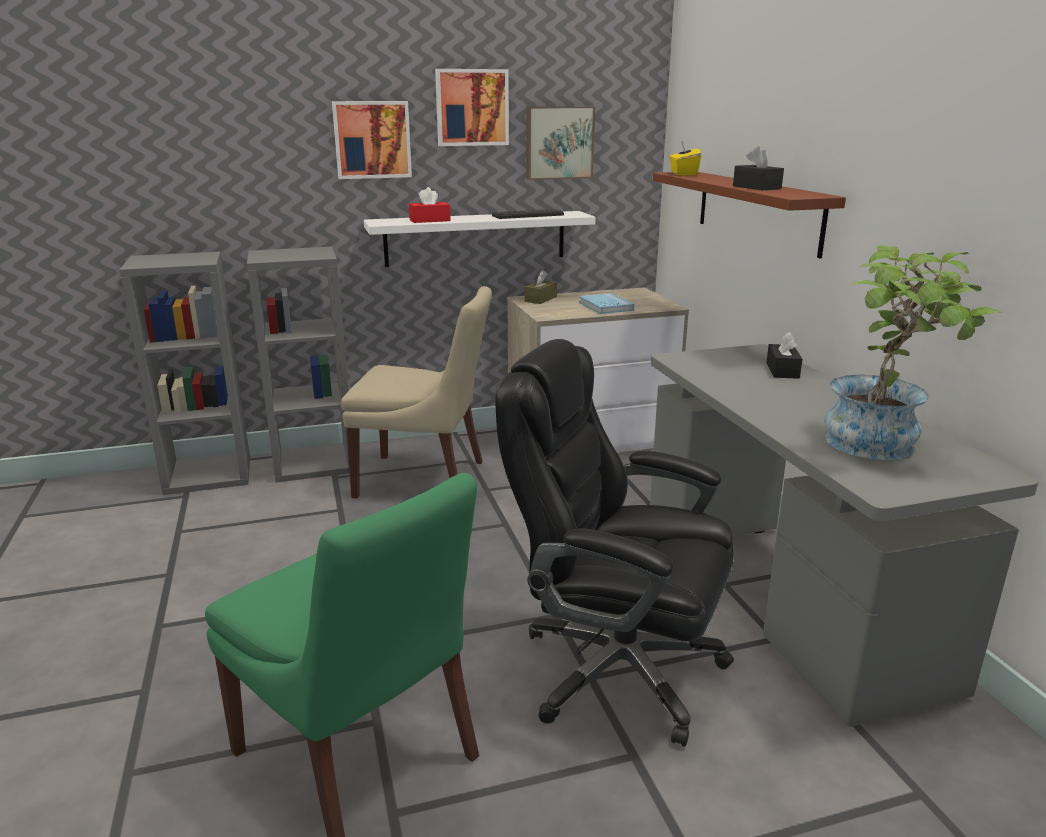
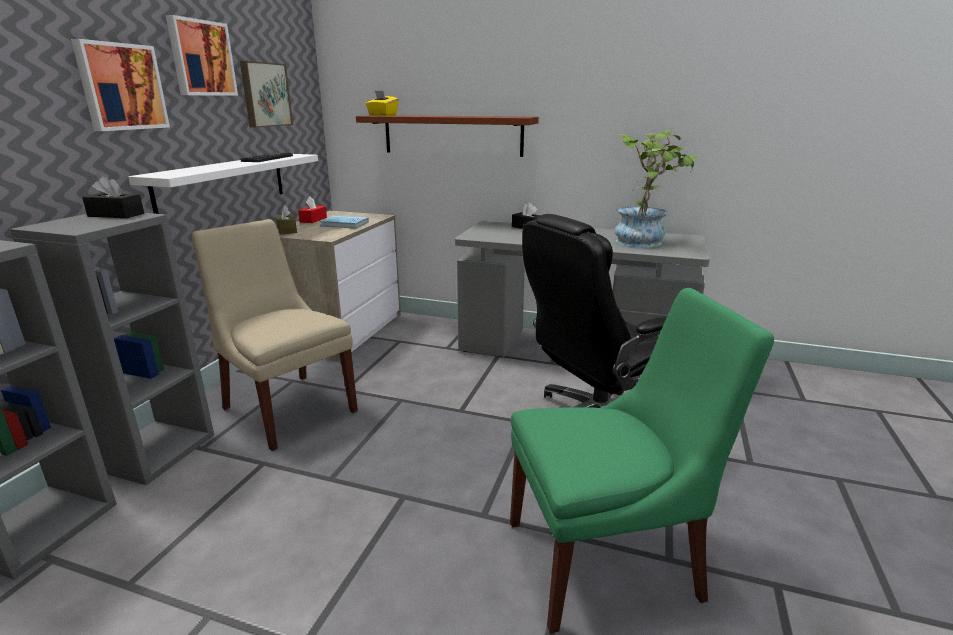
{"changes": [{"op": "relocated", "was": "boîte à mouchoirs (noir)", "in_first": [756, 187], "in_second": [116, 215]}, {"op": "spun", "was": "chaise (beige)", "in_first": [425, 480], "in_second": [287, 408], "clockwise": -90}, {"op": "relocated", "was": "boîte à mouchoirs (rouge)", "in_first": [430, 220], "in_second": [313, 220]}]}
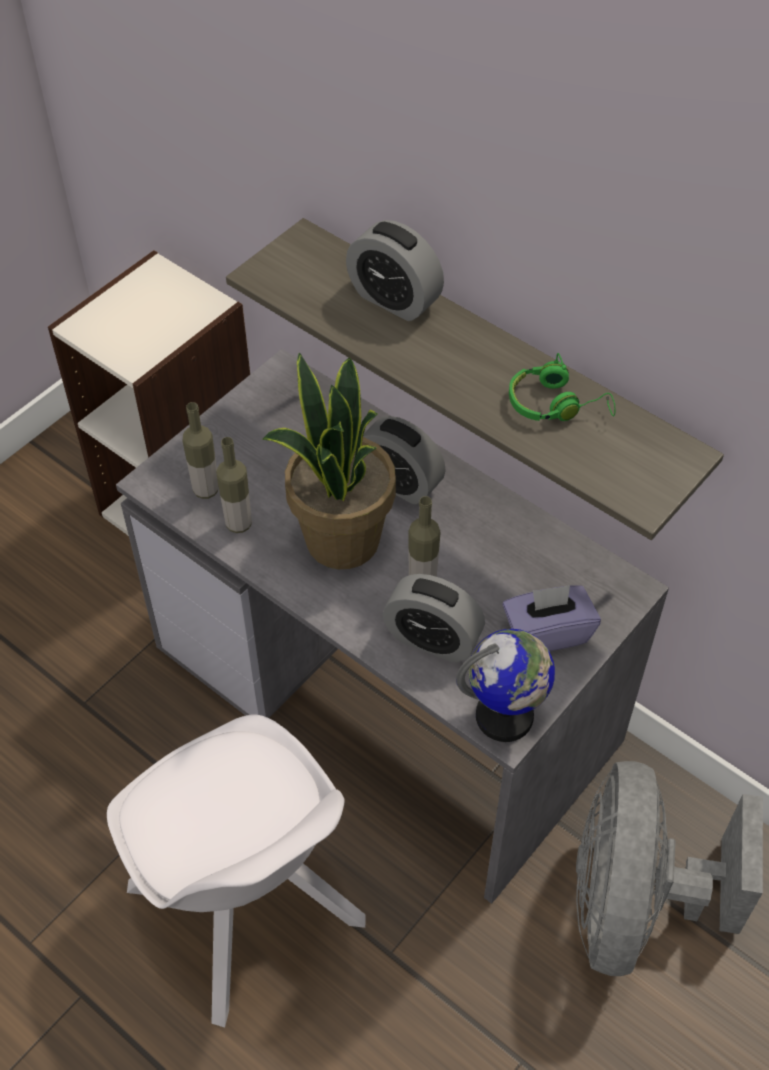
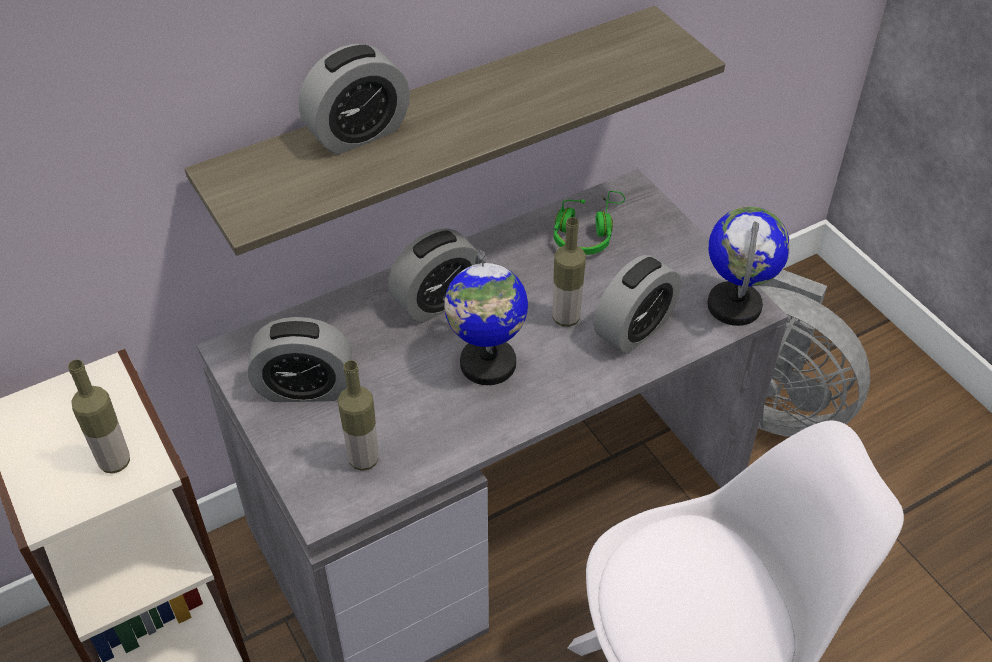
{"changes": [{"op": "relocated", "was": "bouteille", "in_first": [238, 524], "in_second": [115, 462]}, {"op": "appeared", "now": "réveil", "in_second": [305, 388]}, {"op": "exchanged", "was": "plante en pot", "now": "globe", "in_first": [340, 539], "in_second": [487, 364]}, {"op": "relocated", "was": "casque audio (vert)", "in_first": [556, 404], "in_second": [587, 232]}, {"op": "missing", "was": "boîte à mouchoirs (violet)", "in_first": [547, 632]}]}
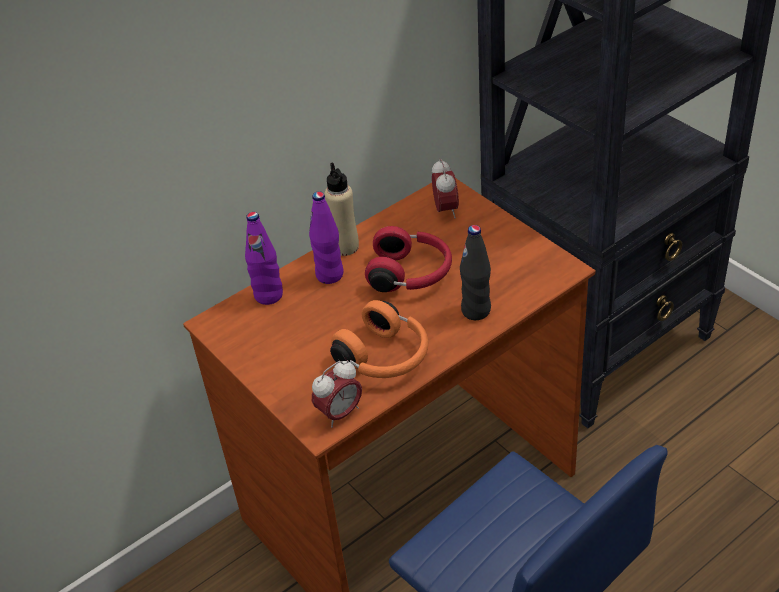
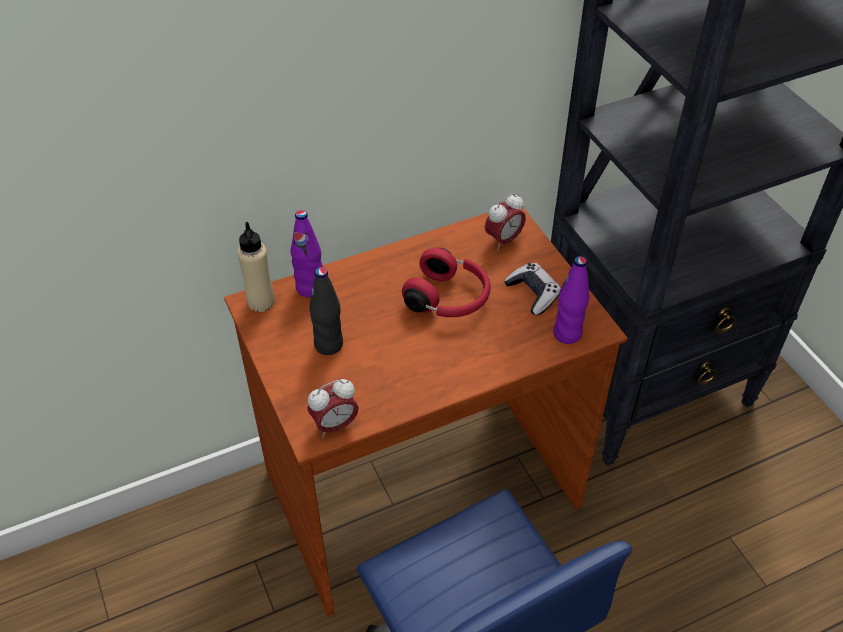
{"changes": [{"op": "relocated", "was": "bouteille (beige)", "in_first": [345, 247], "in_second": [261, 302]}, {"op": "relocated", "was": "bouteille (noir)", "in_first": [476, 310], "in_second": [329, 345]}, {"op": "spun", "was": "réveil", "in_first": [445, 210], "in_second": [503, 240], "clockwise": 45}, {"op": "appeared", "now": "manette", "in_second": [533, 294]}, {"op": "relocated", "was": "bouteille (violet)", "in_first": [330, 275], "in_second": [567, 334]}, {"op": "missing", "was": "casque audio (orange)", "in_first": [385, 358]}]}
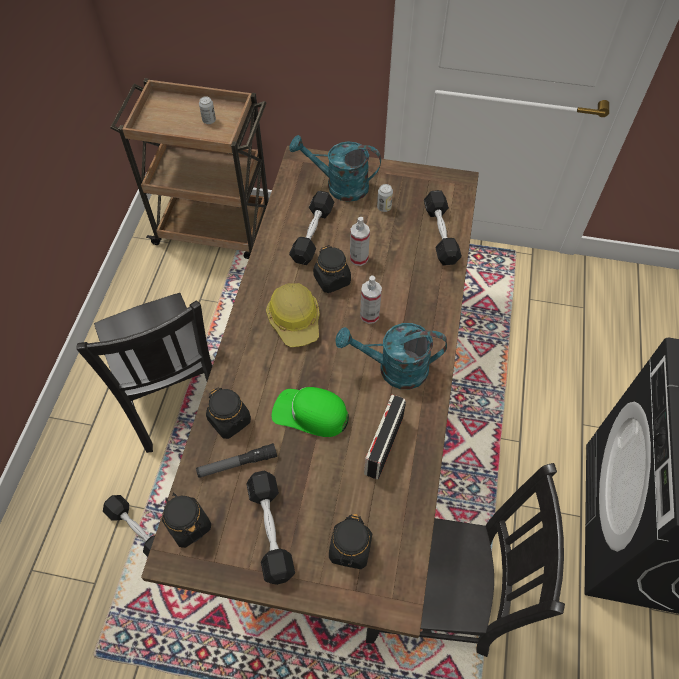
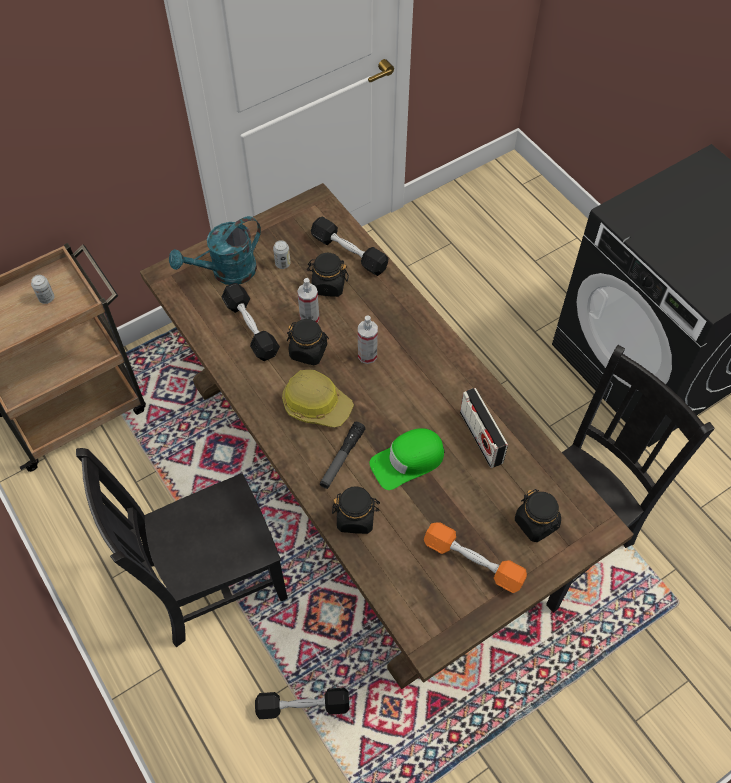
{"changes": [{"op": "spun", "was": "chaise (noir)", "in_first": [173, 398], "in_second": [210, 581], "clockwise": 135}, {"op": "relocated", "was": "bocal (noir)", "in_first": [188, 525], "in_second": [328, 285]}, {"op": "relocated", "was": "lampe de poche", "in_first": [237, 464], "in_second": [342, 458]}, {"op": "colour", "was": "haltère (noir)", "now": "haltère (orange)", "in_first": [271, 530], "in_second": [473, 562]}, {"op": "missing", "was": "arrosoir (turquoise)", "in_first": [394, 369]}]}
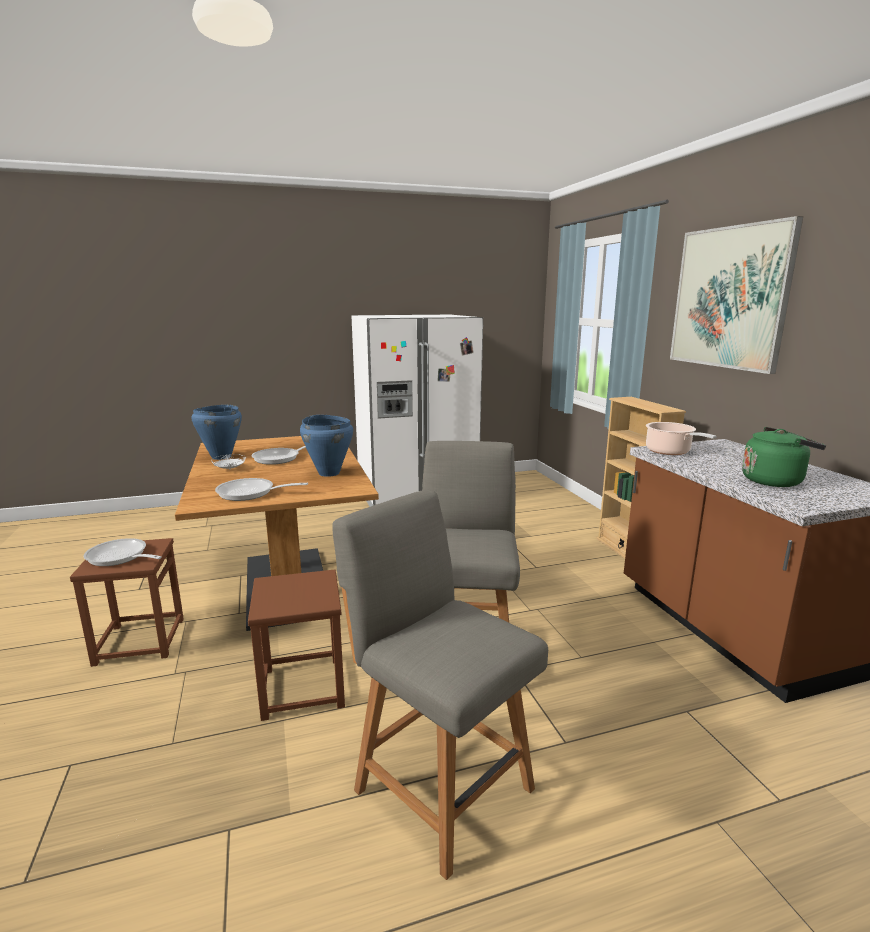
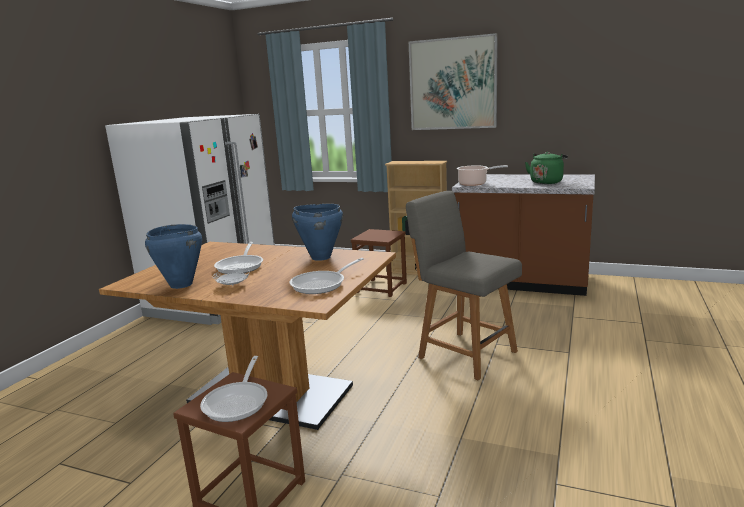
{"changes": [{"op": "spun", "was": "poêle", "in_first": [120, 557], "in_second": [238, 402], "clockwise": -60}, {"op": "relocated", "was": "tabouret (marron)", "in_first": [302, 688], "in_second": [381, 288]}, {"op": "missing", "was": "chaise (gris)", "in_first": [439, 785]}]}
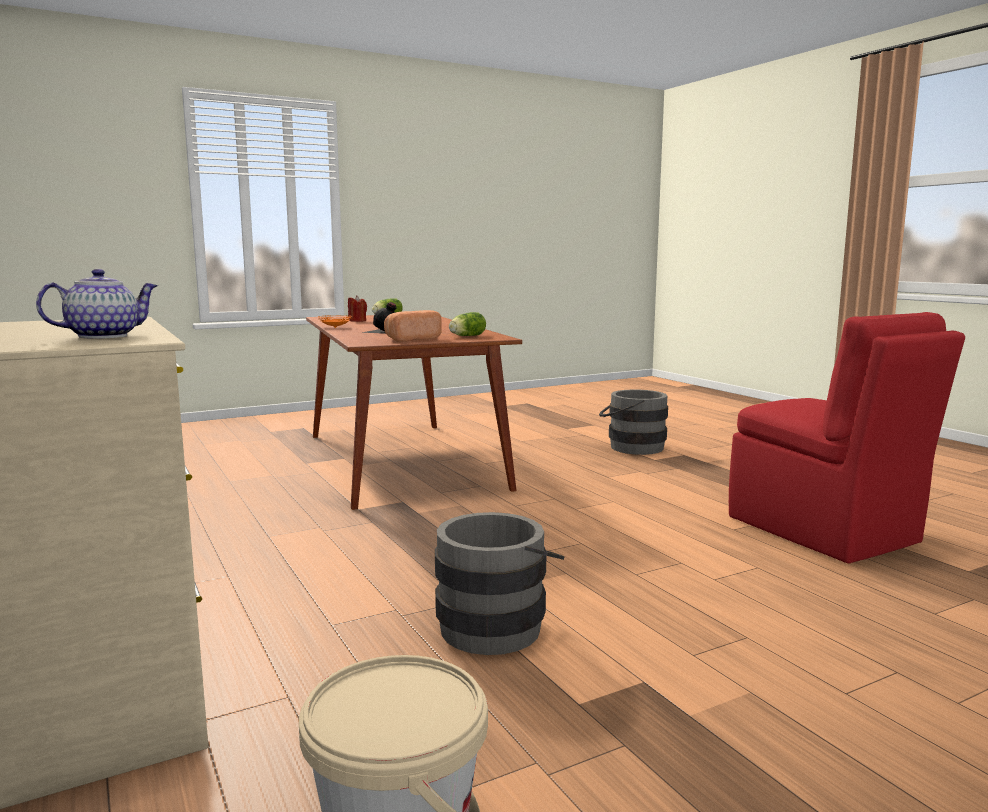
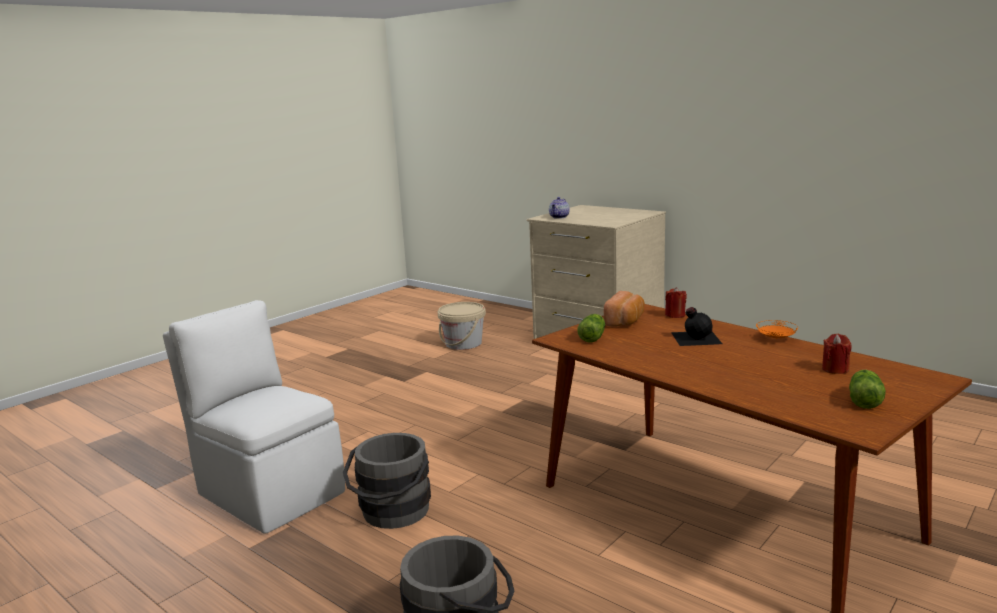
{"changes": [{"op": "colour", "was": "chaise (rouge)", "now": "chaise (blanc)", "in_first": [825, 531], "in_second": [269, 492]}, {"op": "relocated", "was": "seau (gris)", "in_first": [496, 625], "in_second": [393, 514]}, {"op": "appeared", "now": "bougie (rouge)", "in_second": [675, 315]}]}
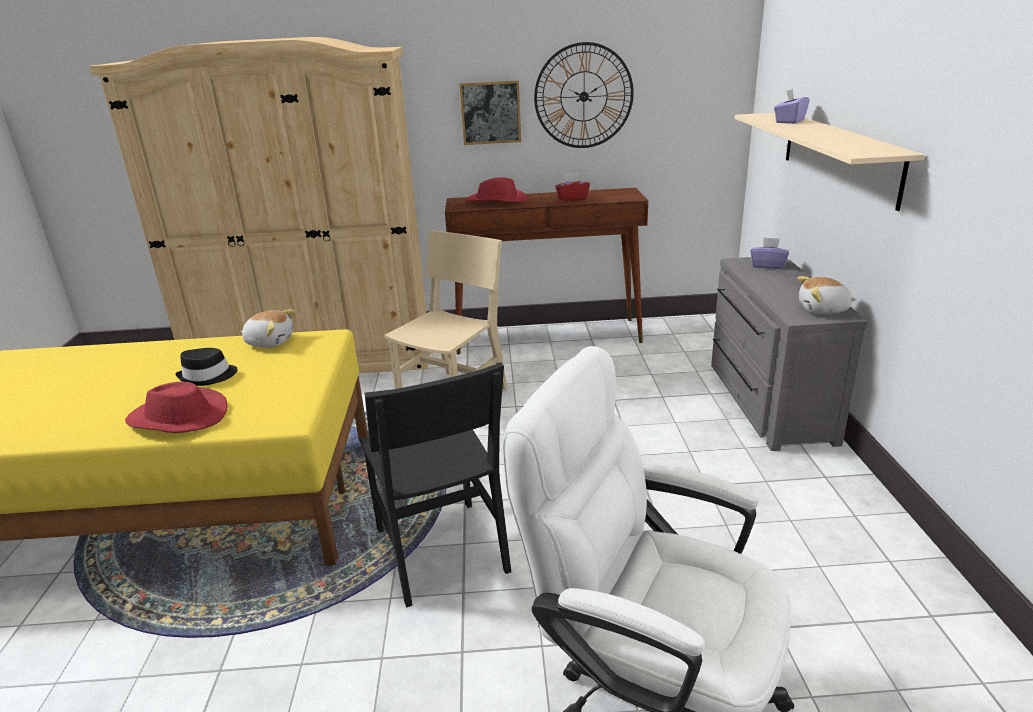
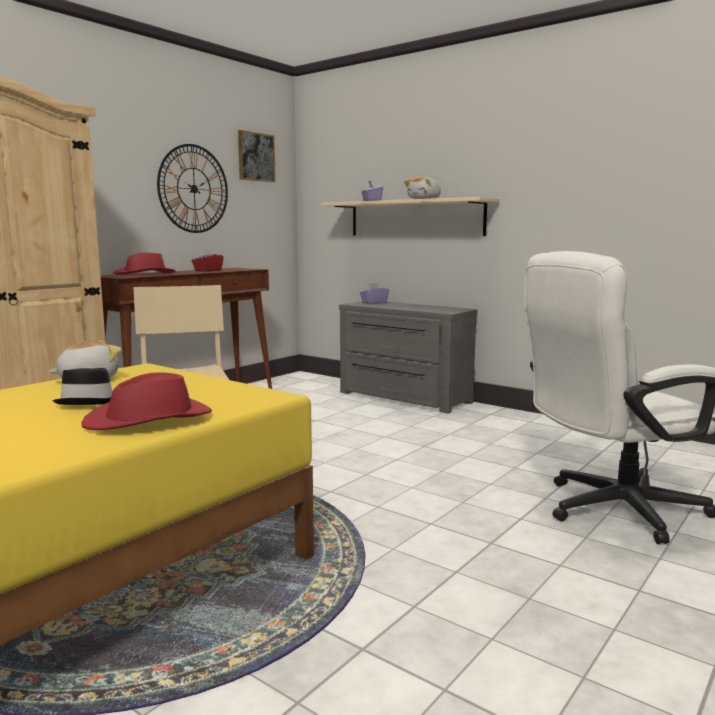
{"changes": [{"op": "relocated", "was": "tableau", "in_first": [490, 112], "in_second": [256, 157]}, {"op": "relocated", "was": "peluche", "in_first": [823, 310], "in_second": [425, 199]}, {"op": "missing", "was": "chaise (noir)", "in_first": [440, 550]}]}
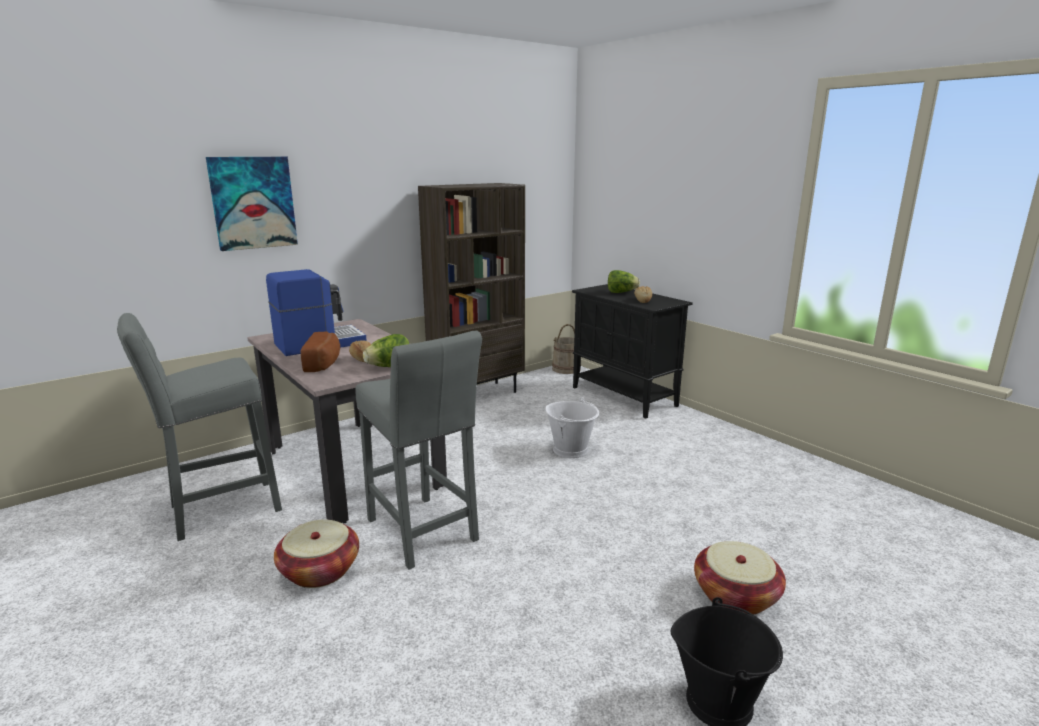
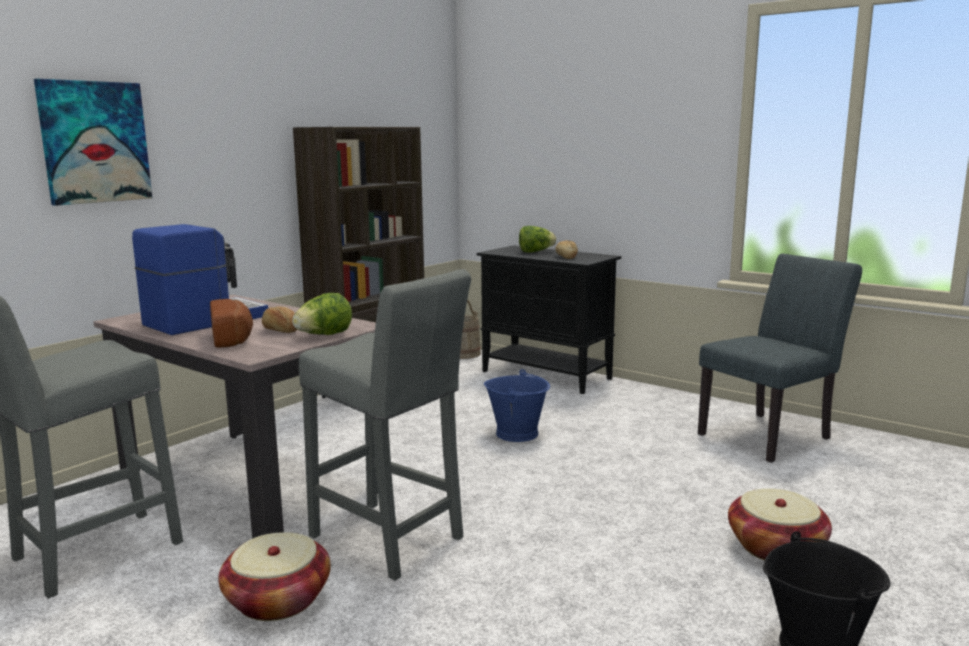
{"changes": [{"op": "colour", "was": "seau (blanc)", "now": "seau (bleu)", "in_first": [571, 450], "in_second": [517, 433]}, {"op": "appeared", "now": "chaise (gris)", "in_second": [771, 434]}]}
